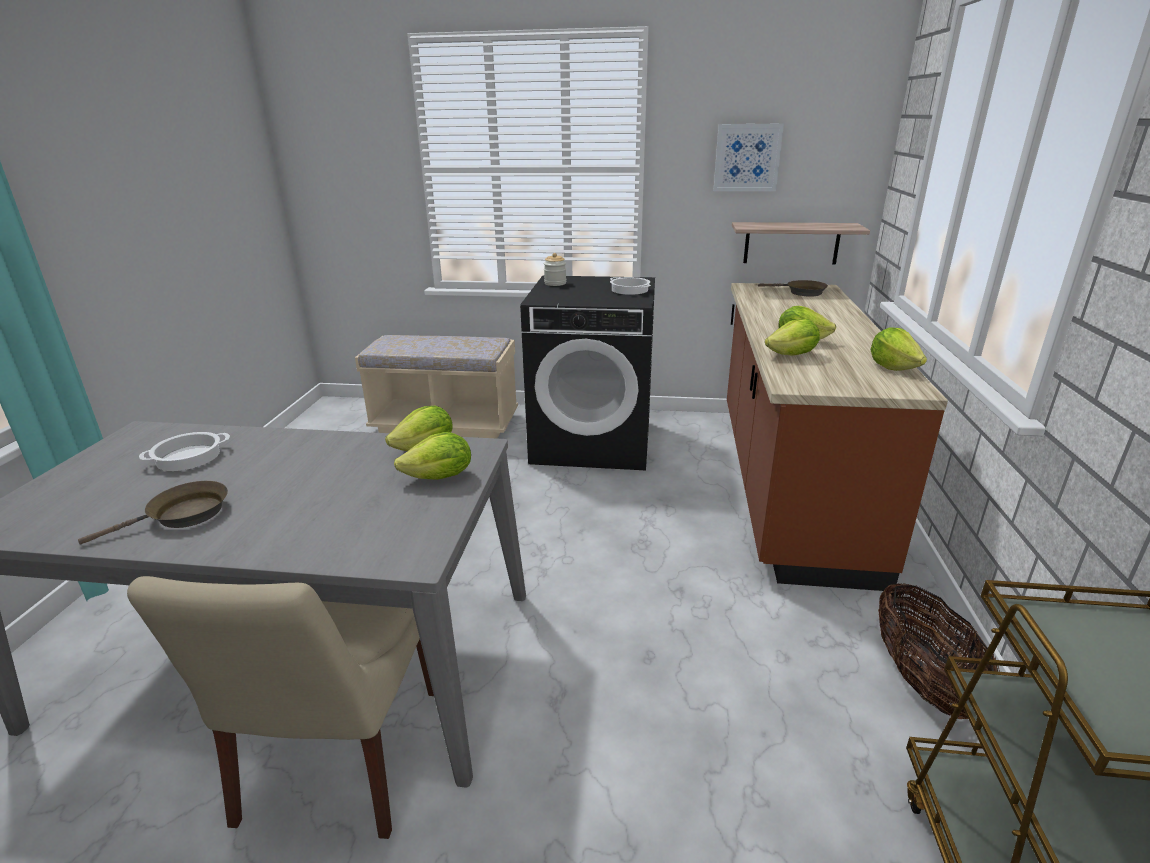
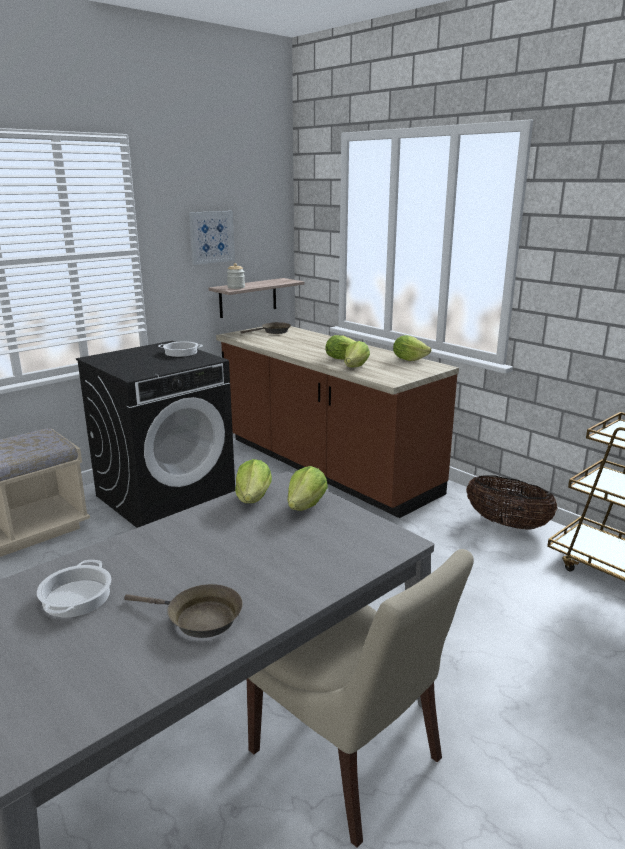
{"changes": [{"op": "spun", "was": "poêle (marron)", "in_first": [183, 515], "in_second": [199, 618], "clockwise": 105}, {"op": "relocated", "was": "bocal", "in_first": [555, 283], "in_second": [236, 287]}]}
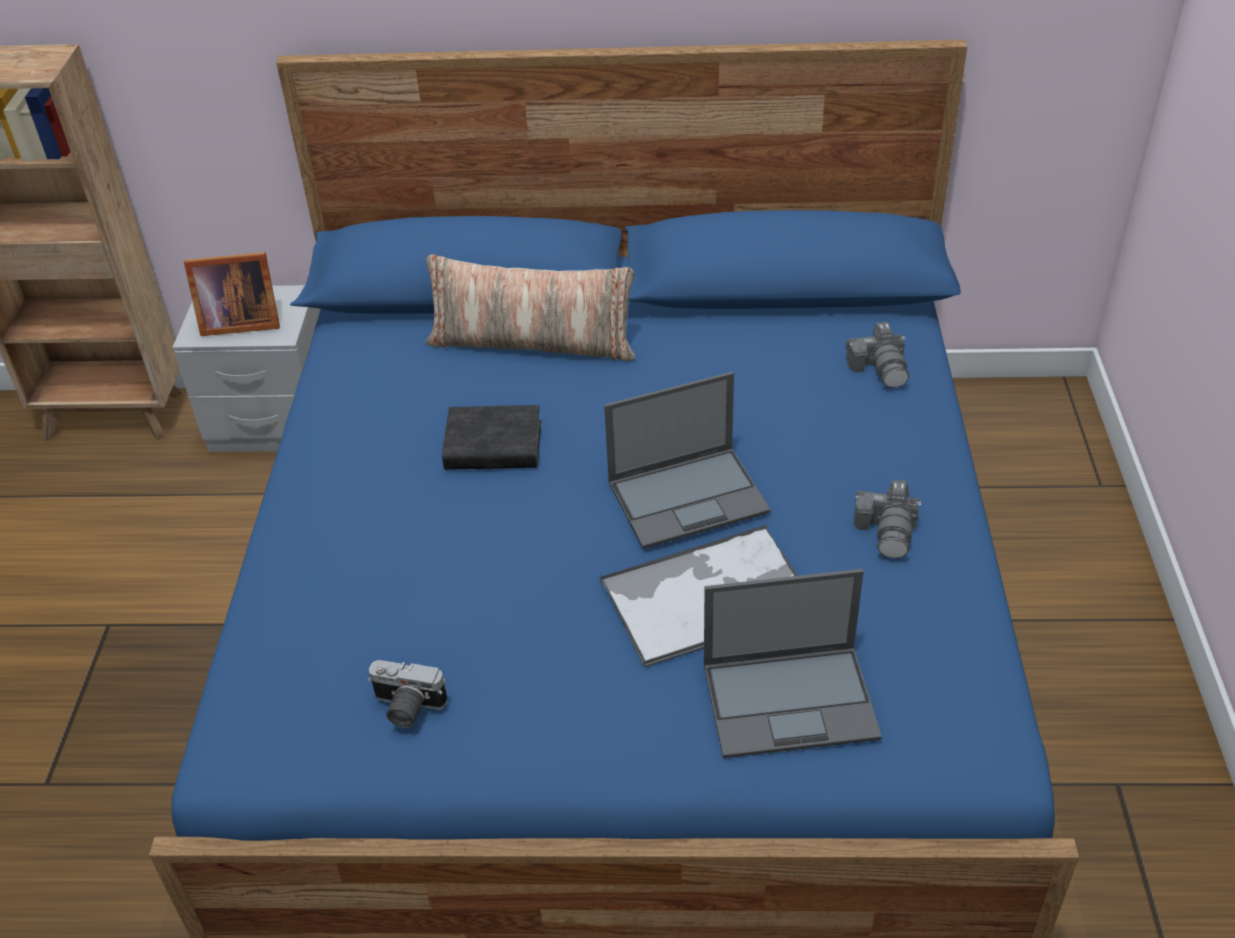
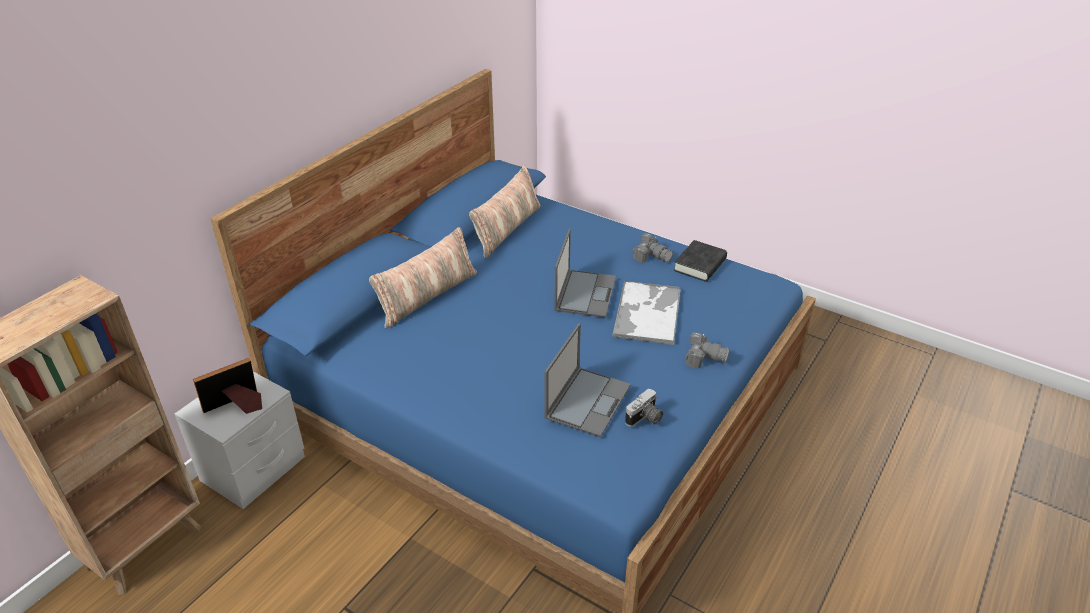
{"changes": [{"op": "spun", "was": "cadre photo", "in_first": [238, 322], "in_second": [236, 407], "clockwise": -150}, {"op": "appeared", "now": "coussin", "in_second": [506, 229]}, {"op": "relocated", "was": "ordinateur portable", "in_first": [791, 700], "in_second": [588, 400]}, {"op": "relocated", "was": "livre (noir)", "in_first": [493, 446], "in_second": [700, 265]}, {"op": "relocated", "was": "appareil photo", "in_first": [880, 368], "in_second": [704, 357]}]}
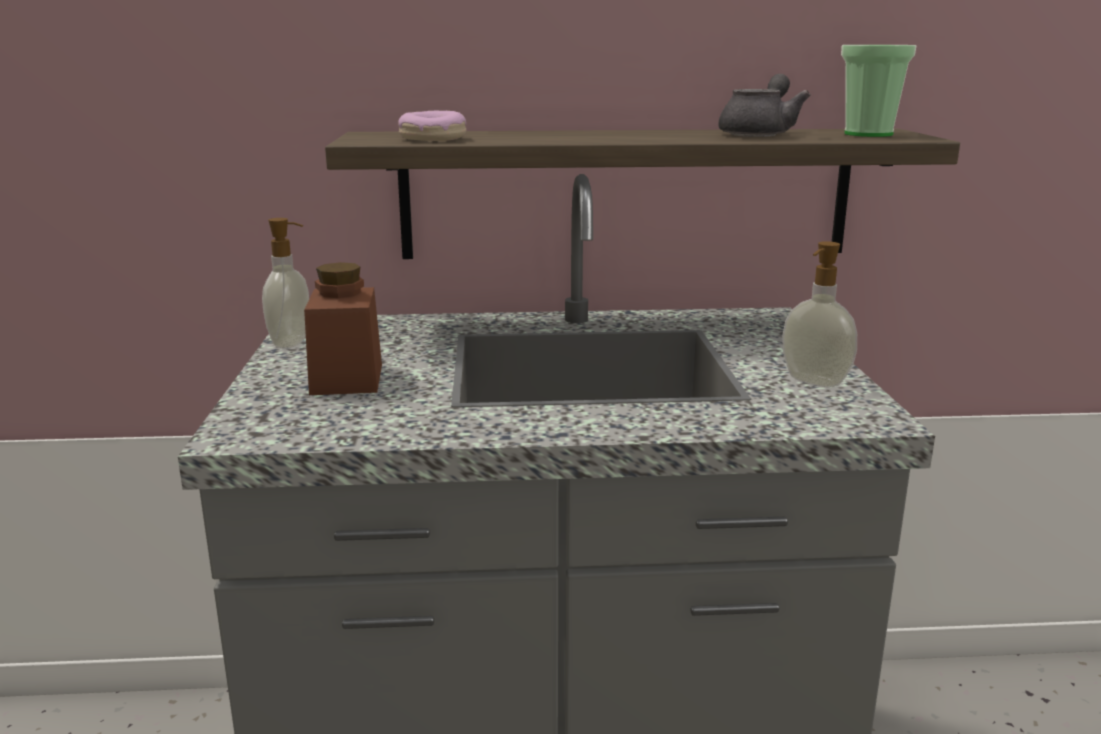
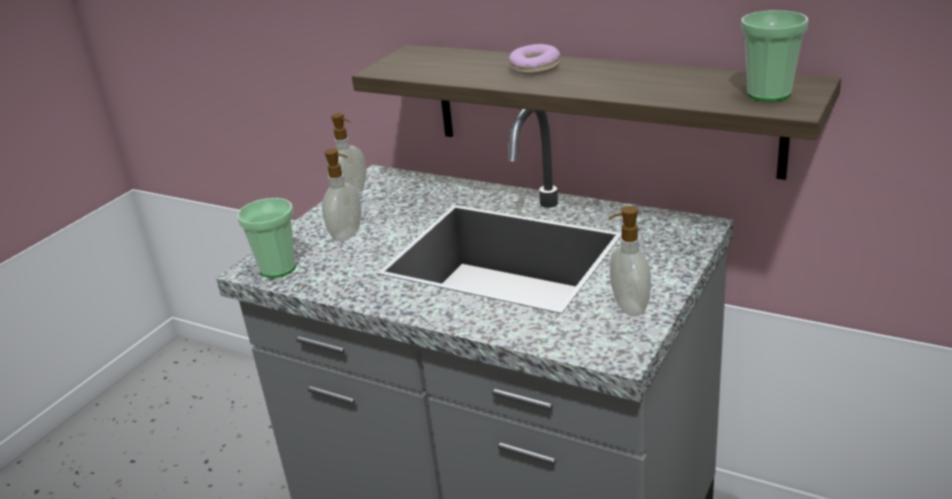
{"changes": [{"op": "appeared", "now": "tasse", "in_second": [278, 268]}, {"op": "exchanged", "was": "bocal (marron)", "now": "distributeur de savon", "in_first": [347, 379], "in_second": [348, 235]}, {"op": "relocated", "was": "beignet", "in_first": [432, 138], "in_second": [535, 68]}, {"op": "missing", "was": "théière (gris)", "in_first": [760, 133]}]}
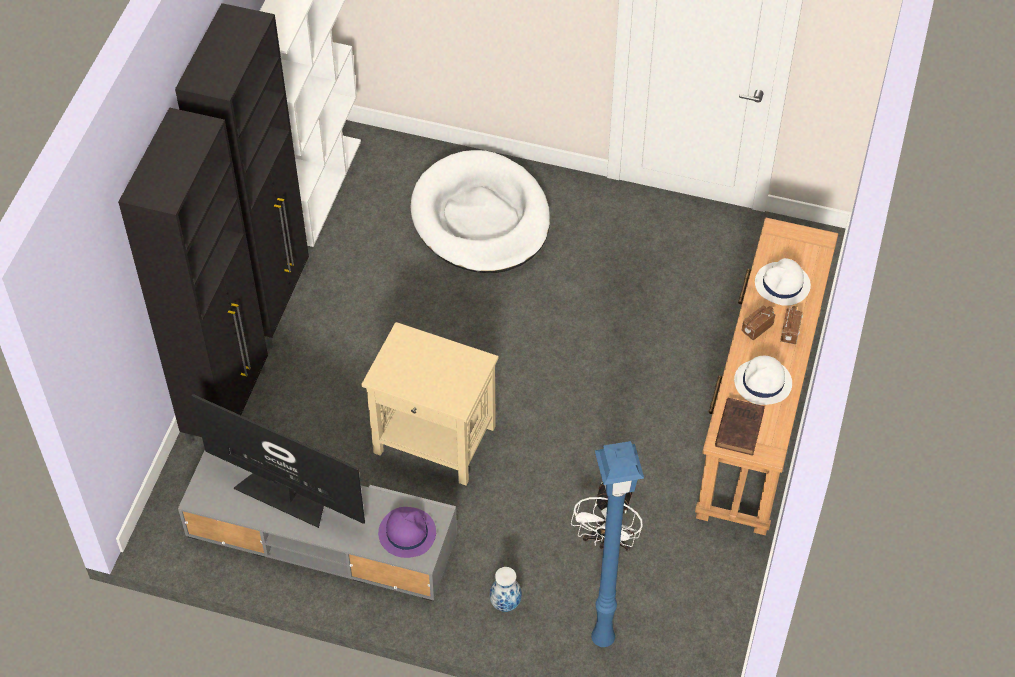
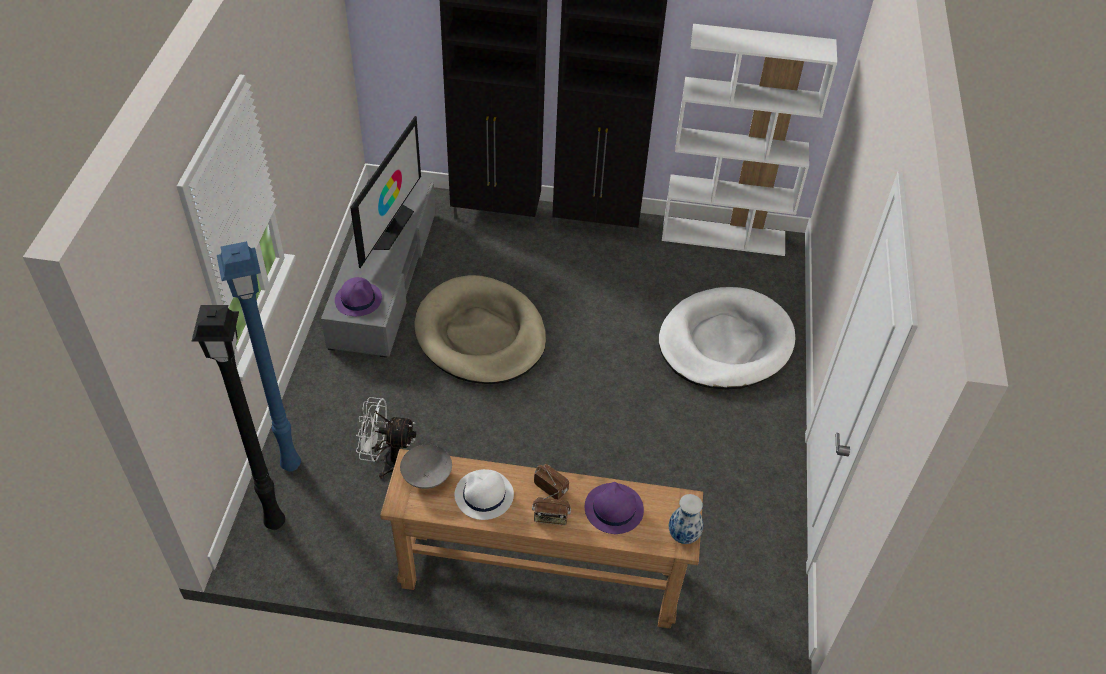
{"changes": [{"op": "appeared", "now": "lampadaire (noir)", "in_second": [274, 521]}, {"op": "exchanged", "was": "livre (marron)", "now": "bol (gris)", "in_first": [739, 427], "in_second": [427, 477]}, {"op": "exchanged", "was": "table d'appoint (beige)", "now": "panier pour chien (beige)", "in_first": [434, 440], "in_second": [481, 335]}, {"op": "colour", "was": "chapeau (blanc)", "now": "chapeau (violet)", "in_first": [782, 285], "in_second": [613, 509]}, {"op": "relocated", "was": "vase", "in_first": [505, 602], "in_second": [684, 535]}]}
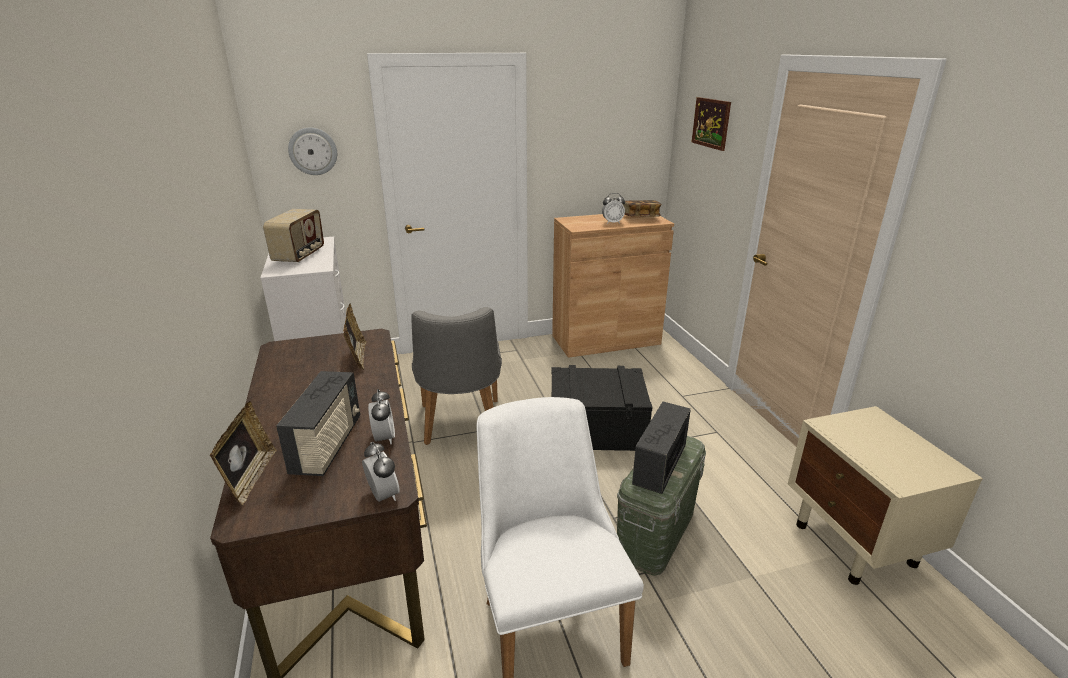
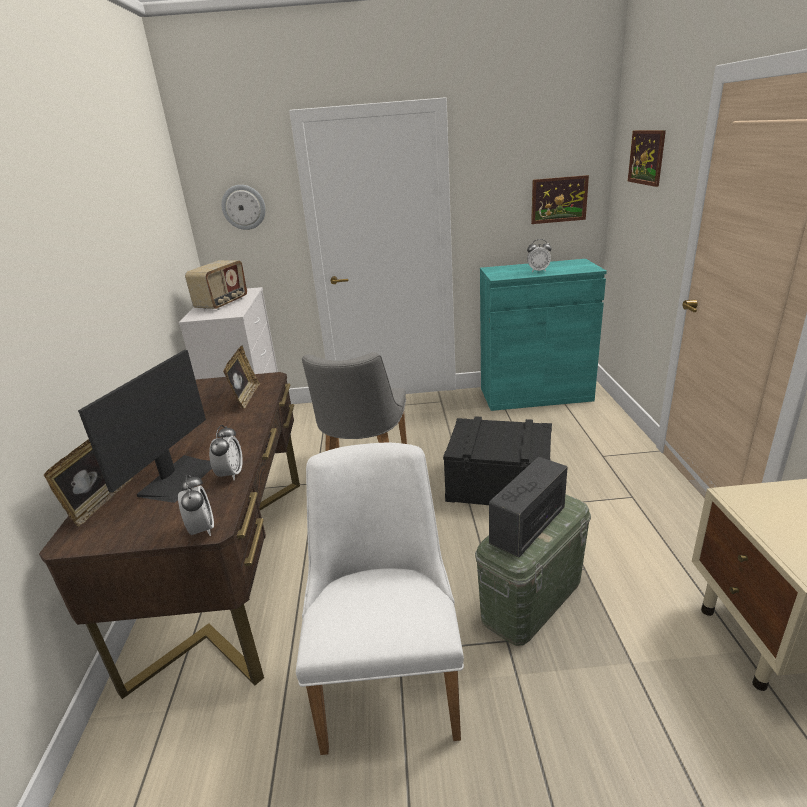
{"changes": [{"op": "exchanged", "was": "radio", "now": "écran d'ordinateur", "in_first": [328, 446], "in_second": [178, 478]}, {"op": "colour", "was": "meuble de rangement (marron)", "now": "meuble de rangement (turquoise)", "in_first": [606, 340], "in_second": [535, 394]}, {"op": "appeared", "now": "tableau", "in_second": [559, 199]}, {"op": "missing", "was": "livre", "in_first": [640, 217]}]}
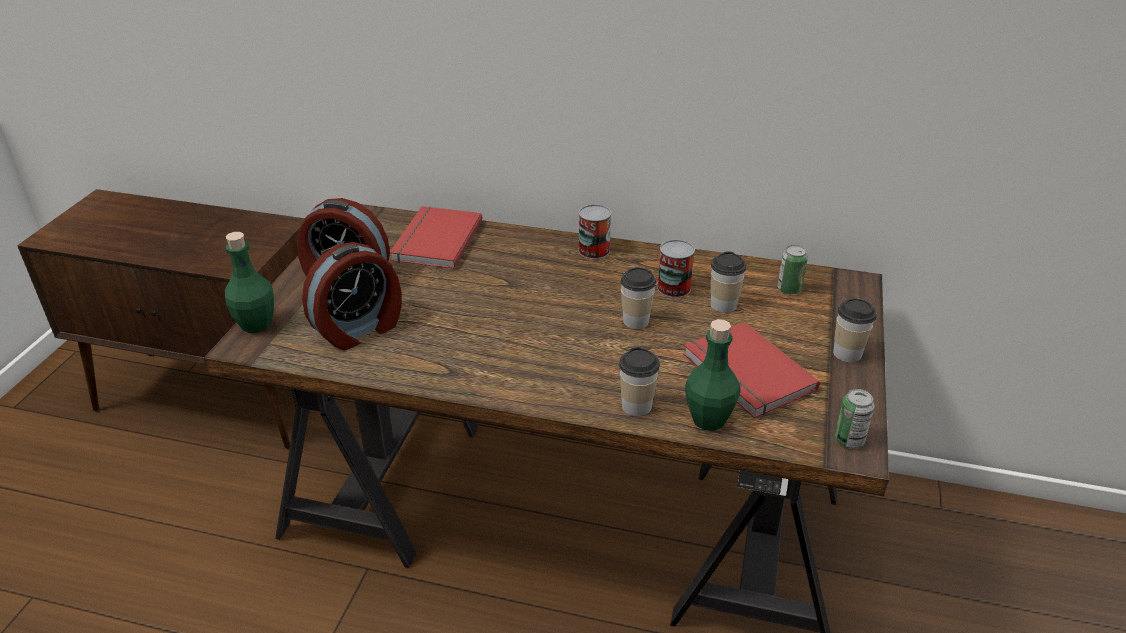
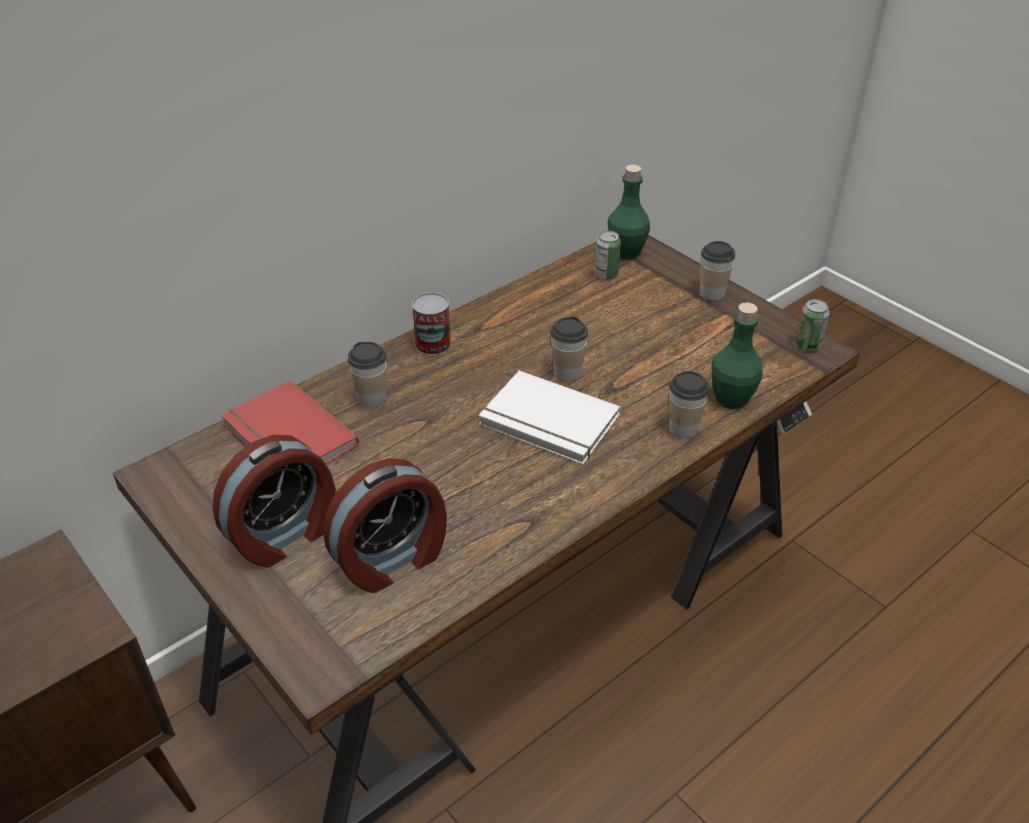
{"changes": [{"op": "spun", "was": "réveil", "in_first": [359, 329], "in_second": [392, 560], "clockwise": 60}, {"op": "relocated", "was": "tasse", "in_first": [723, 305], "in_second": [372, 398]}, {"op": "appeared", "now": "livre (blanc)", "in_second": [548, 423]}, {"op": "relocated", "was": "bouteille (vert)", "in_first": [256, 324], "in_second": [626, 252]}, {"op": "missing", "was": "boîte métallique", "in_first": [674, 288]}, {"op": "missing", "was": "livre (rouge)", "in_first": [745, 373]}]}
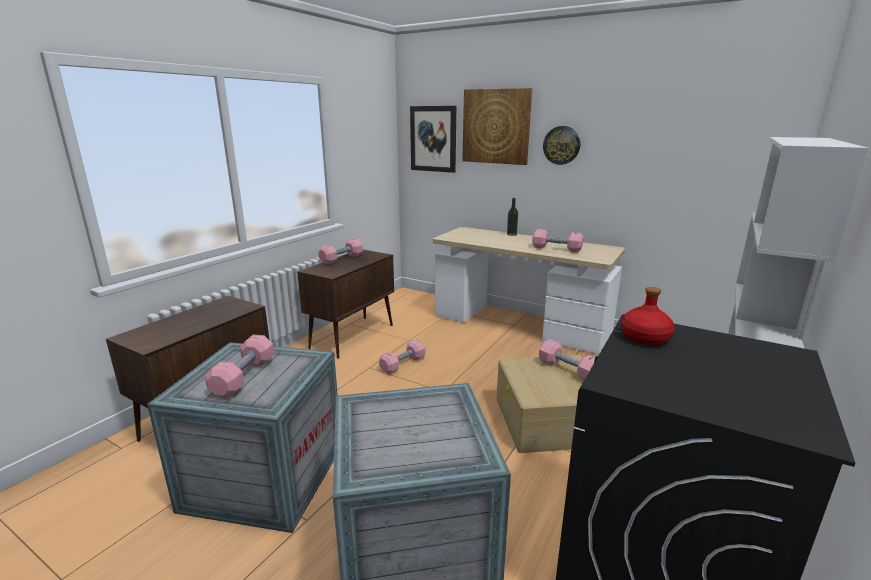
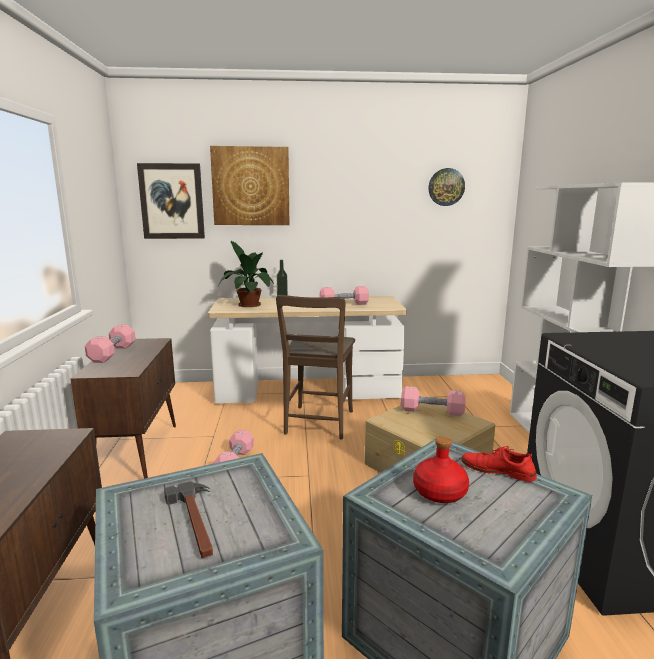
{"changes": [{"op": "exchanged", "was": "haltère (rose)", "now": "marteau", "in_first": [244, 377], "in_second": [195, 521]}, {"op": "appeared", "now": "plante en pot", "in_second": [248, 304]}, {"op": "appeared", "now": "chaise (marron)", "in_second": [318, 424]}, {"op": "relocated", "was": "bouteille (rouge)", "in_first": [644, 337], "in_second": [439, 492]}, {"op": "relocated", "was": "horloge murale", "in_first": [561, 145], "in_second": [446, 187]}, {"op": "appeared", "now": "chaussure (rouge)", "in_second": [497, 470]}]}
